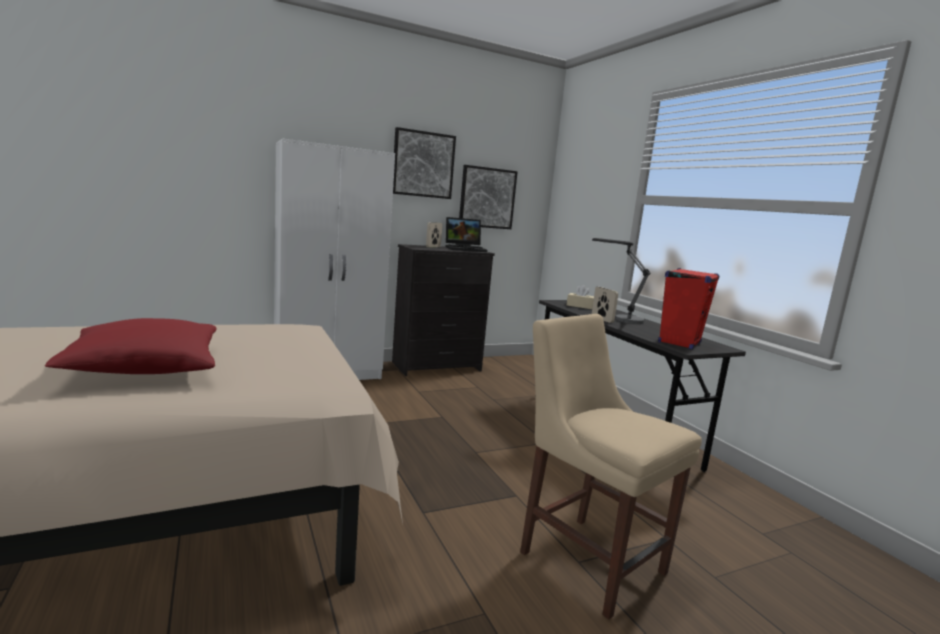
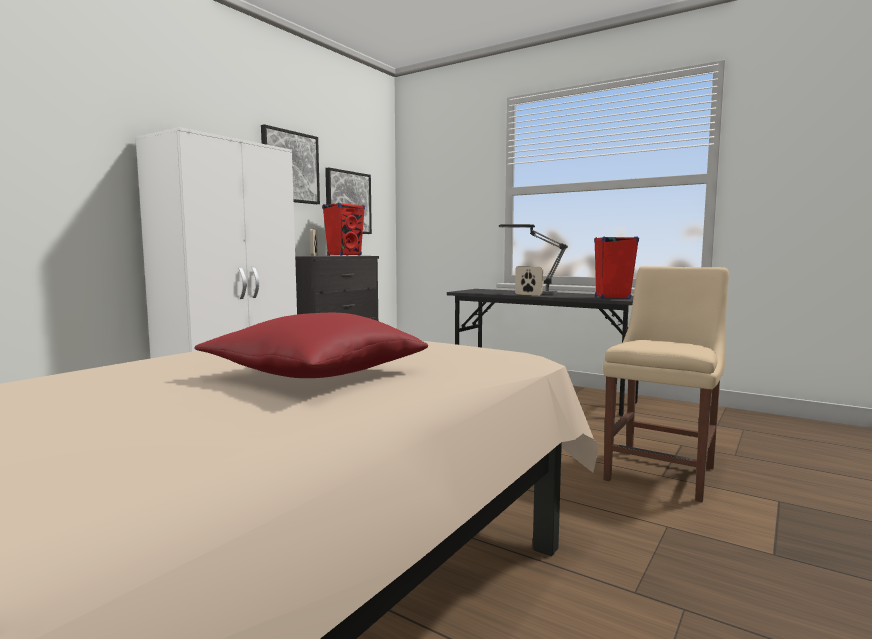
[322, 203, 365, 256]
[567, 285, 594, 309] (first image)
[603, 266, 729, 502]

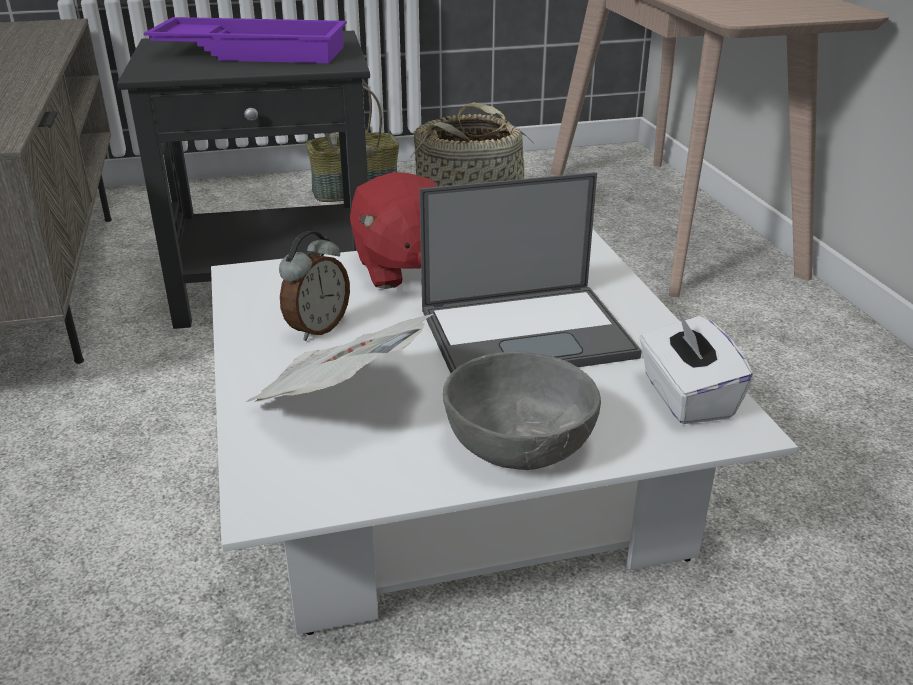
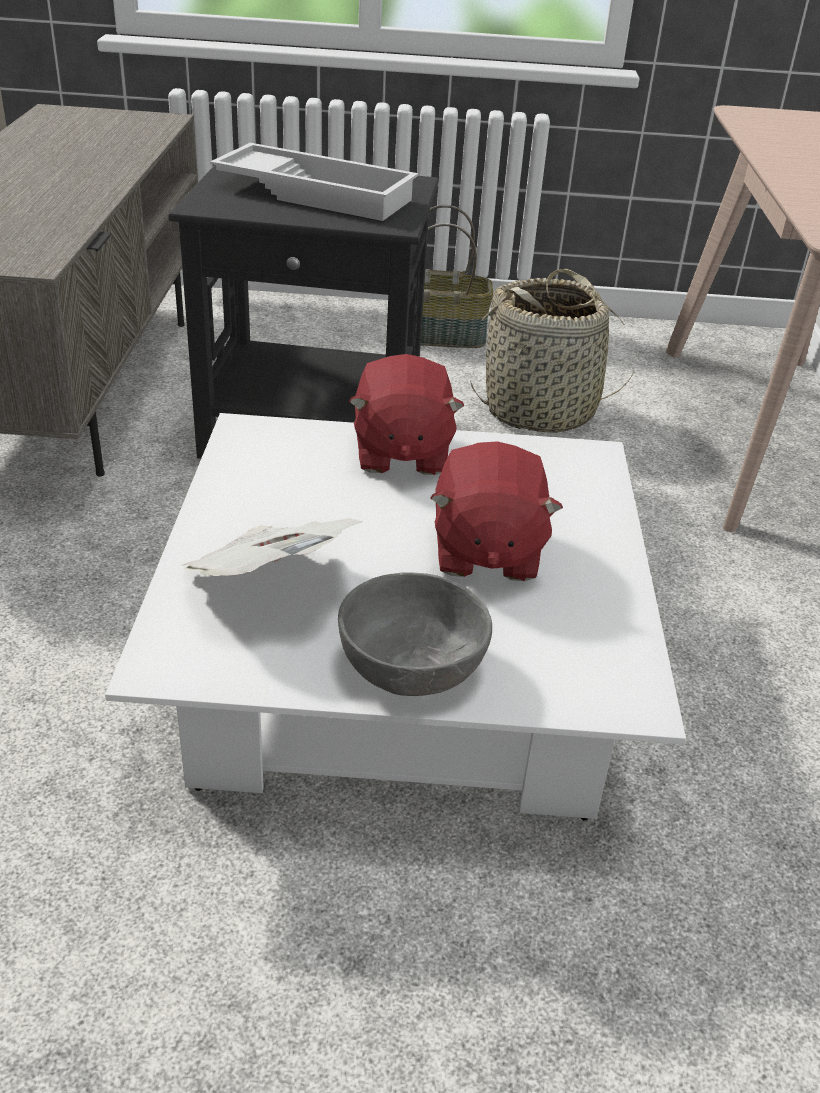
[210, 143, 418, 221]
[430, 441, 563, 581]
[279, 231, 350, 341] (first image)
[639, 310, 753, 424] (first image)

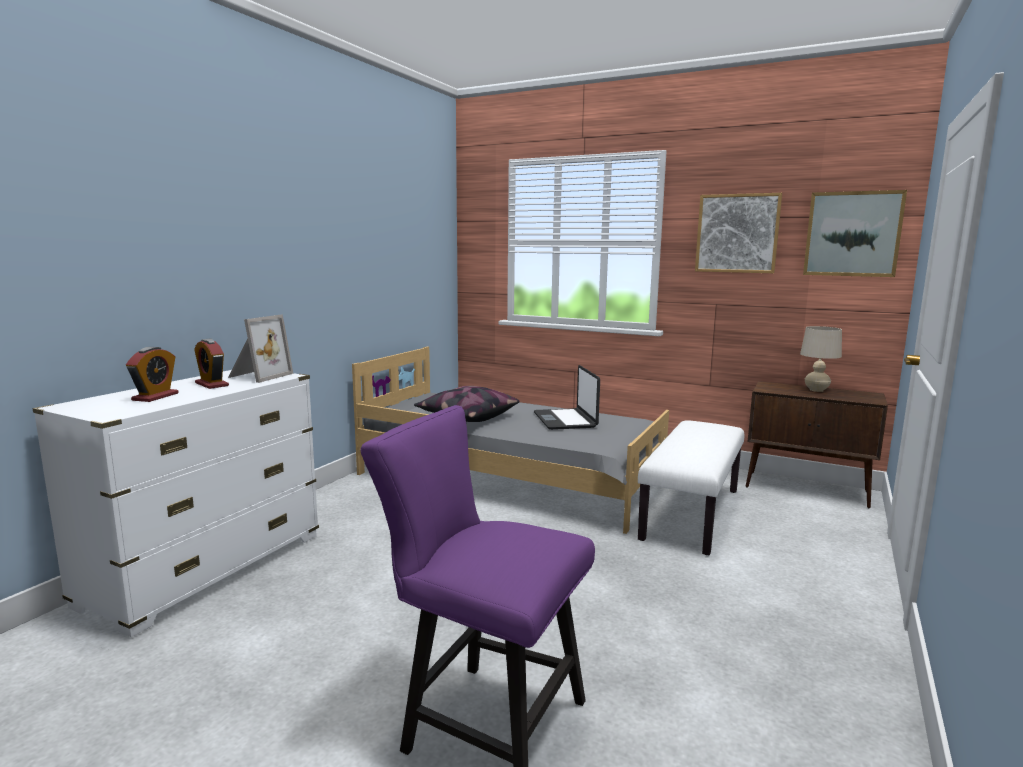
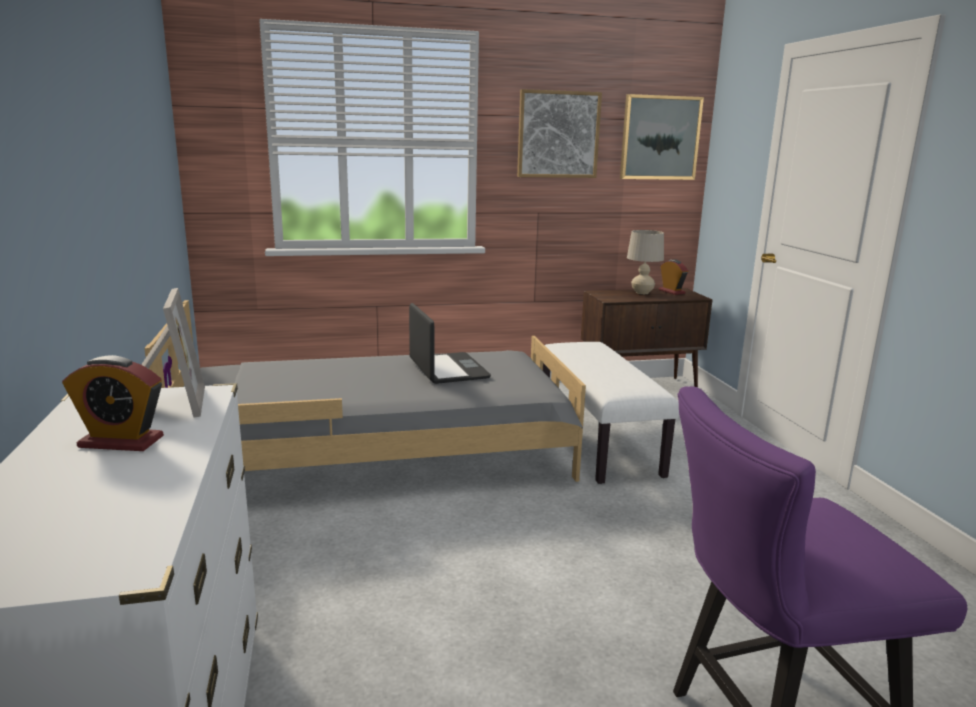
[659, 260, 688, 295]
[409, 303, 491, 384]
[414, 386, 520, 422] (first image)

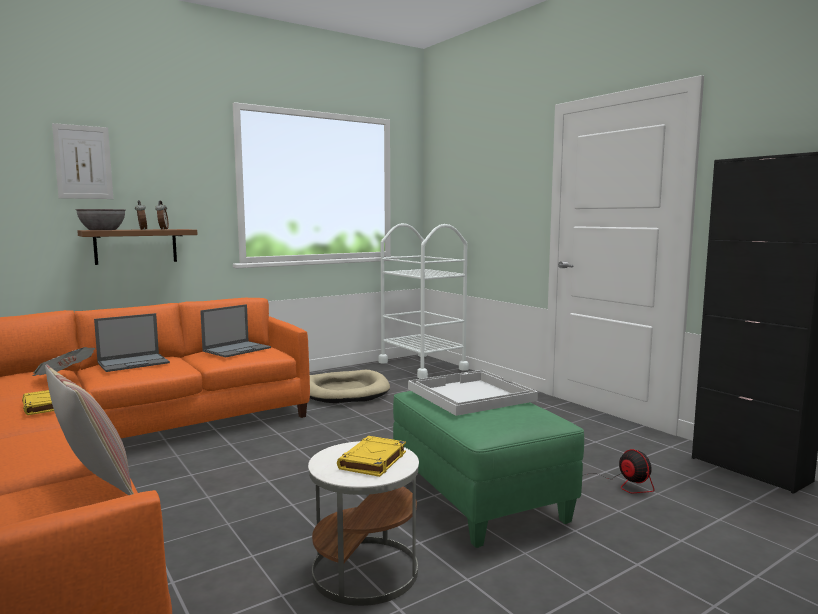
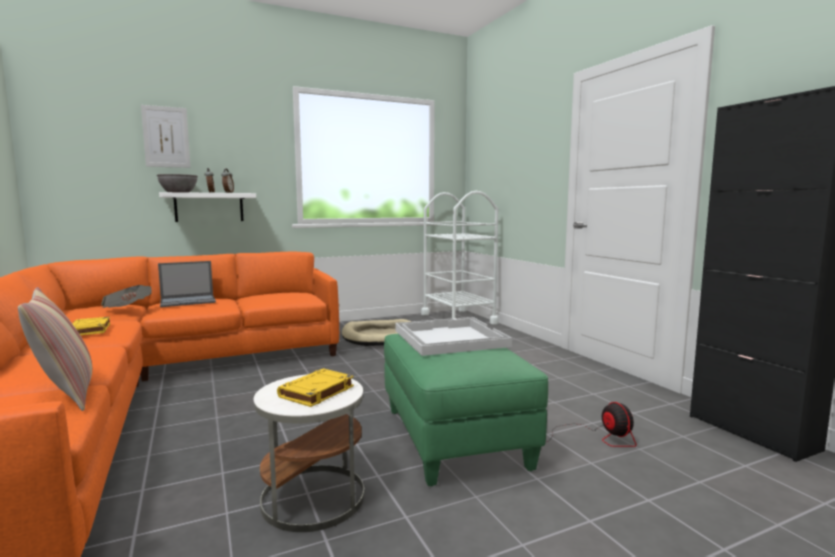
[159, 192, 256, 222]
[200, 304, 271, 357] (first image)

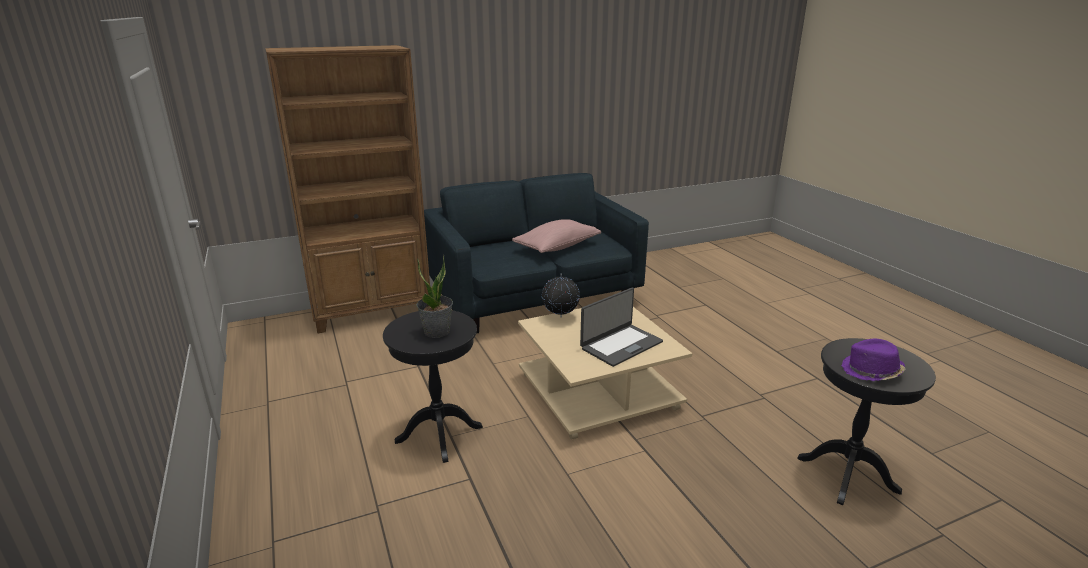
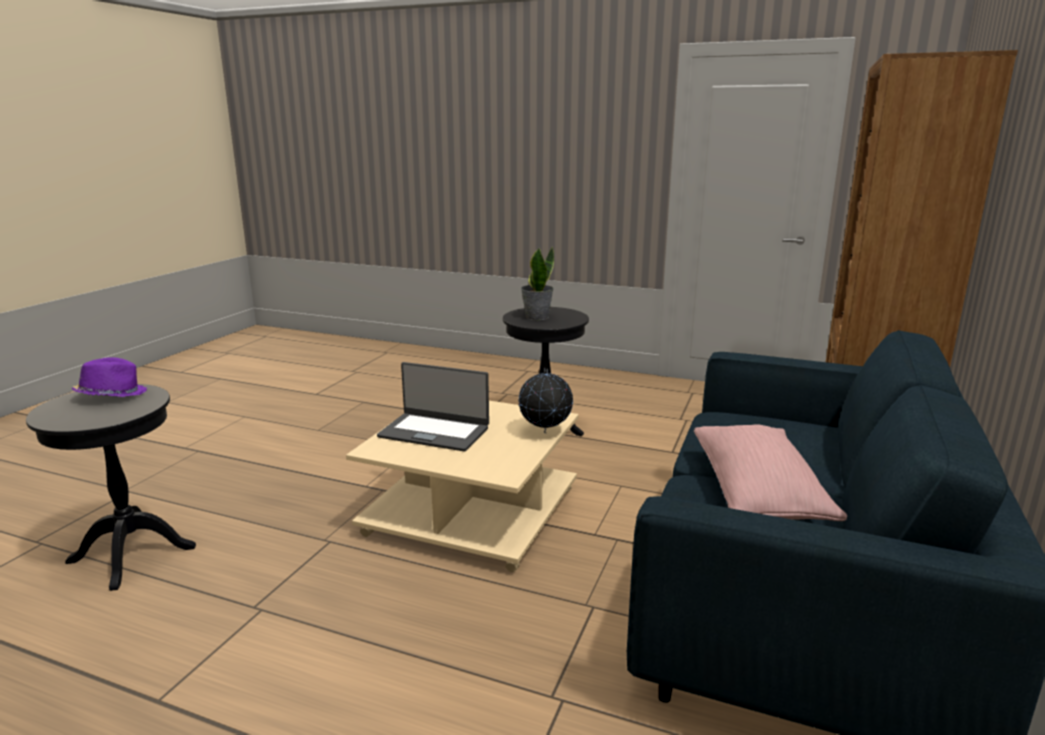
[377, 362, 489, 452]

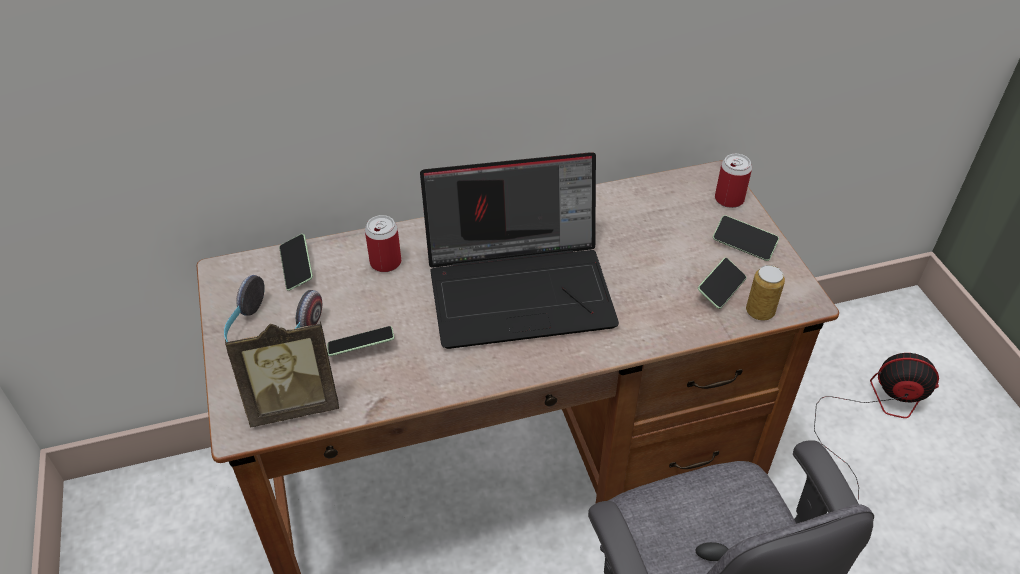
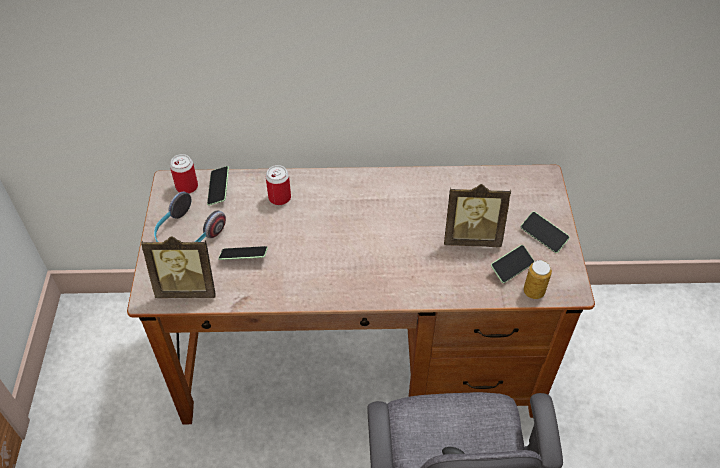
[420, 152, 619, 349] (first image)
[170, 154, 198, 194]
[814, 353, 939, 500] (first image)
[444, 184, 511, 247]

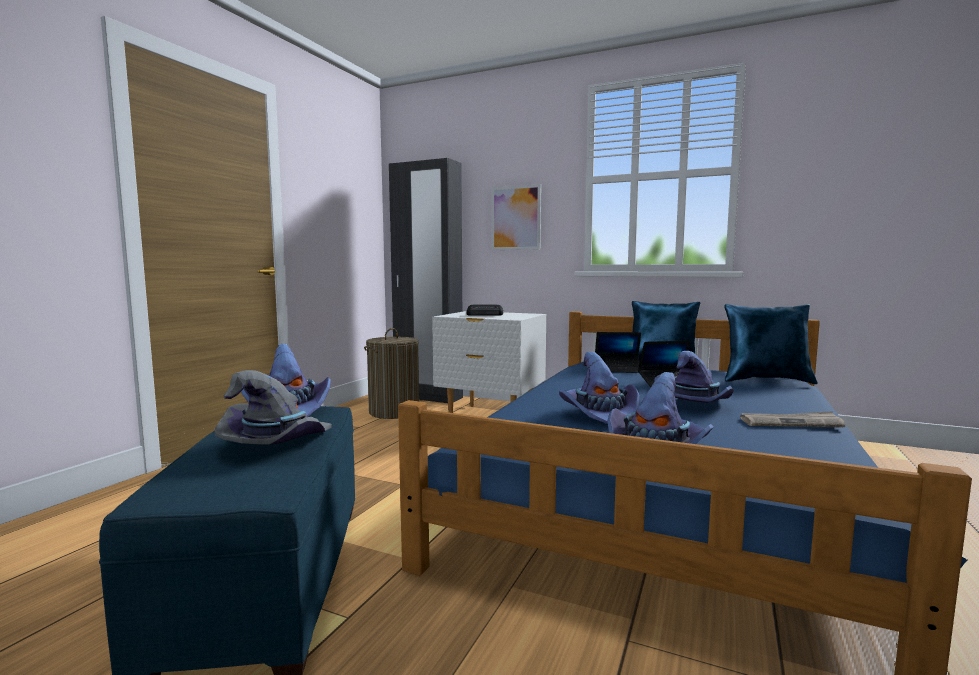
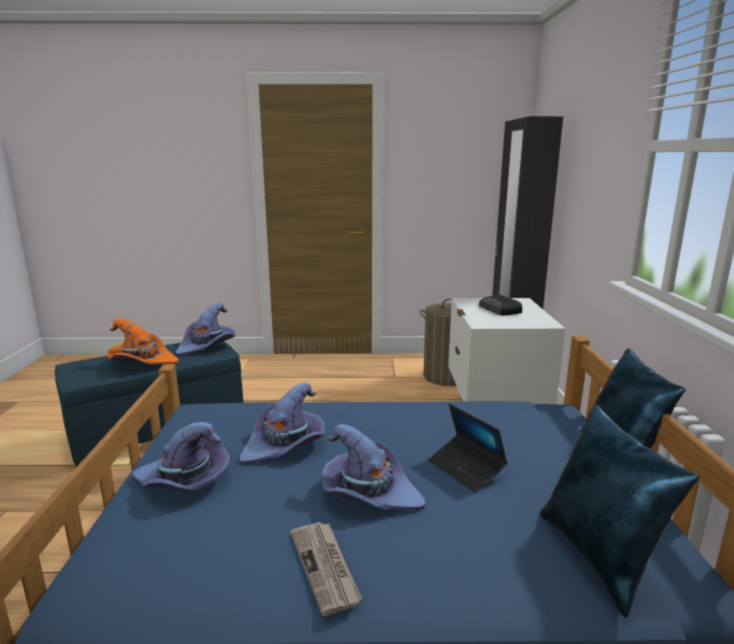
[491, 184, 541, 250] (first image)
[595, 332, 641, 373] (first image)
[107, 318, 179, 364]

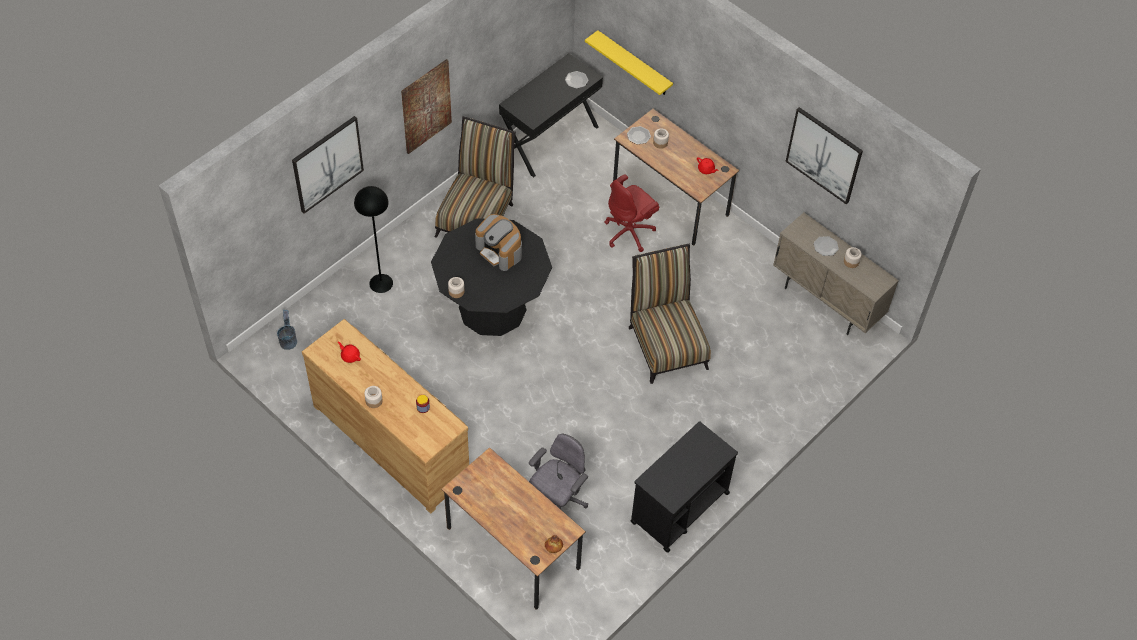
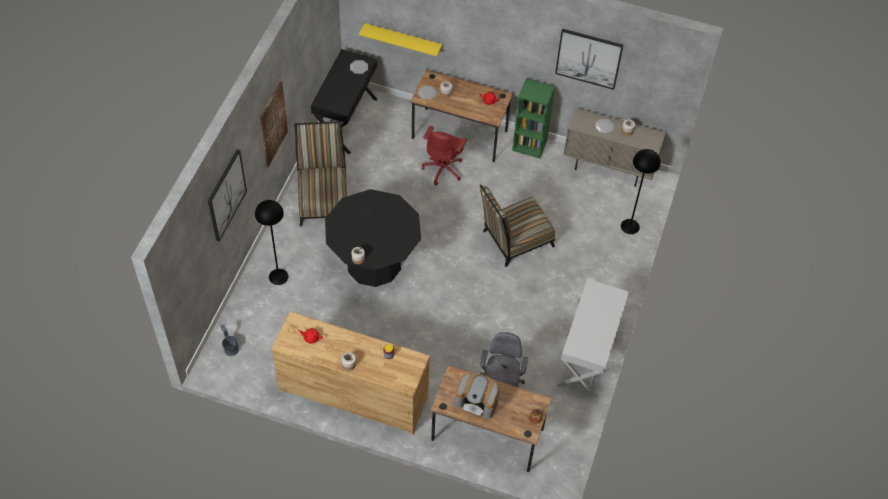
[454, 373, 499, 418]
[480, 185, 555, 267]
[556, 279, 629, 398]
[512, 78, 555, 158]
[621, 149, 661, 234]

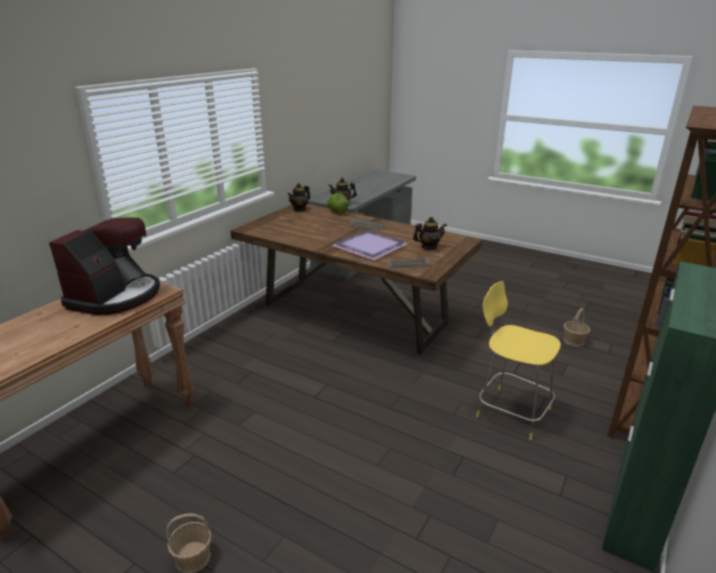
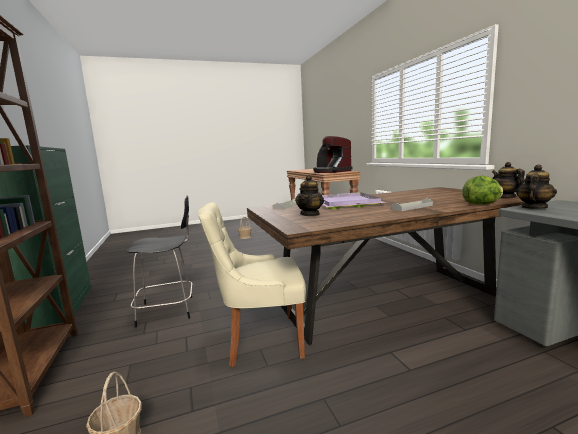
[126, 195, 192, 328]
[198, 202, 306, 367]

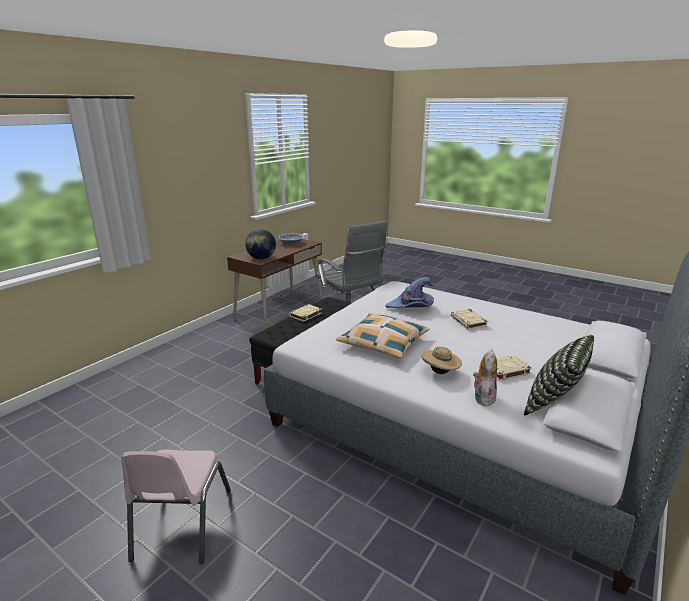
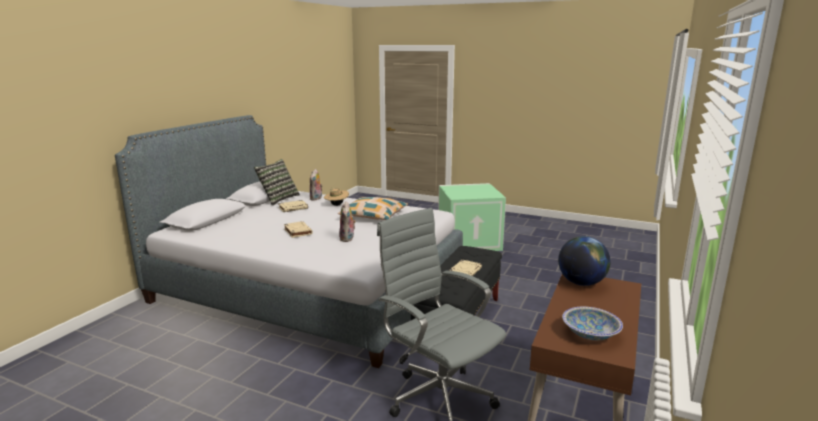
[339, 201, 356, 242]
[438, 183, 506, 251]

